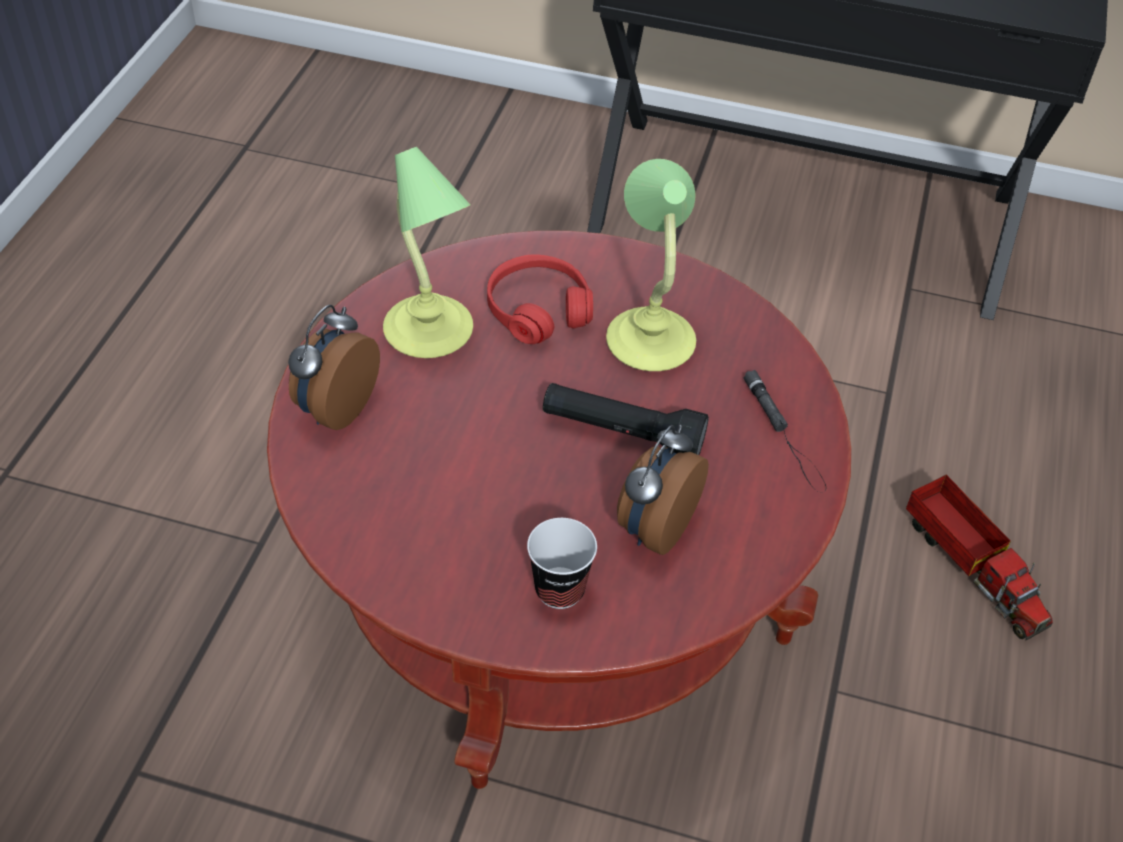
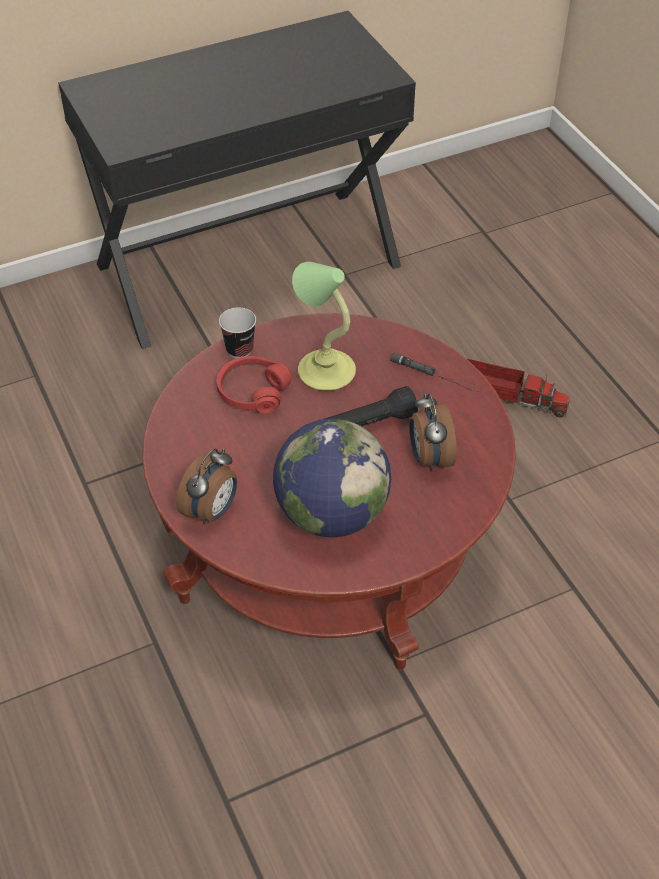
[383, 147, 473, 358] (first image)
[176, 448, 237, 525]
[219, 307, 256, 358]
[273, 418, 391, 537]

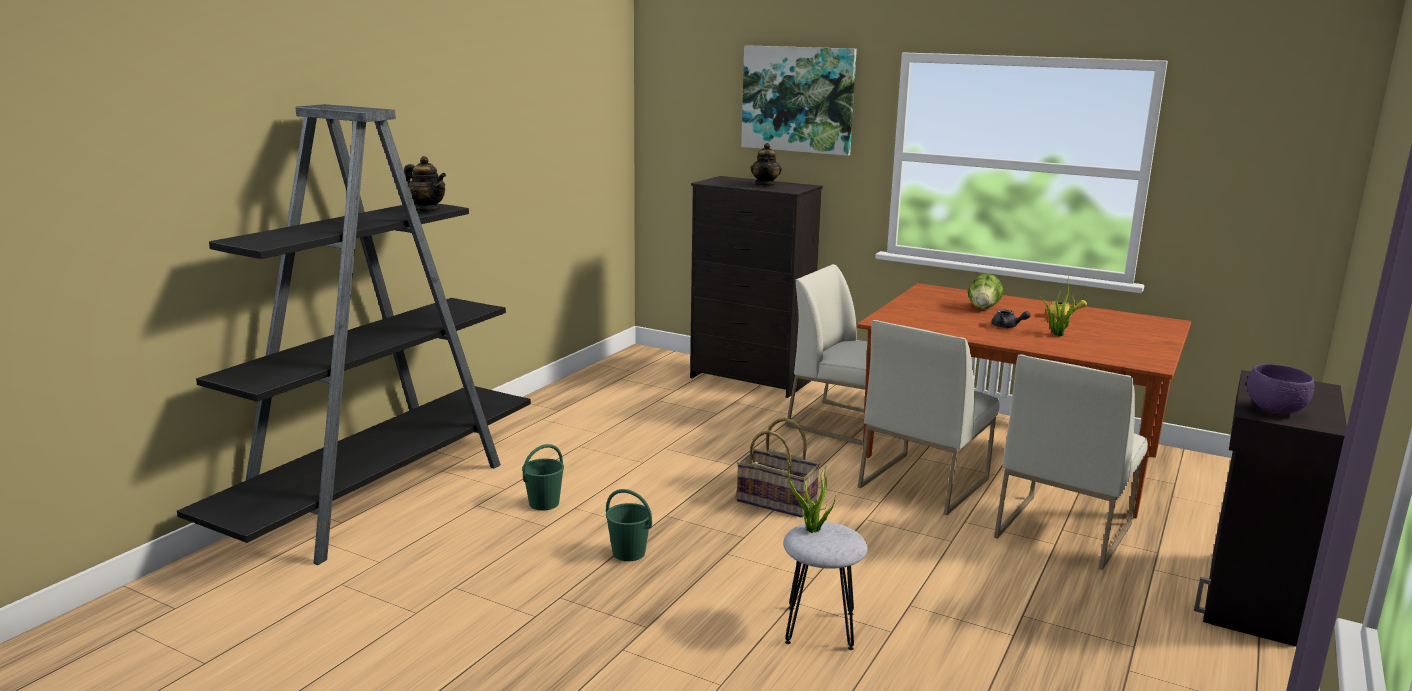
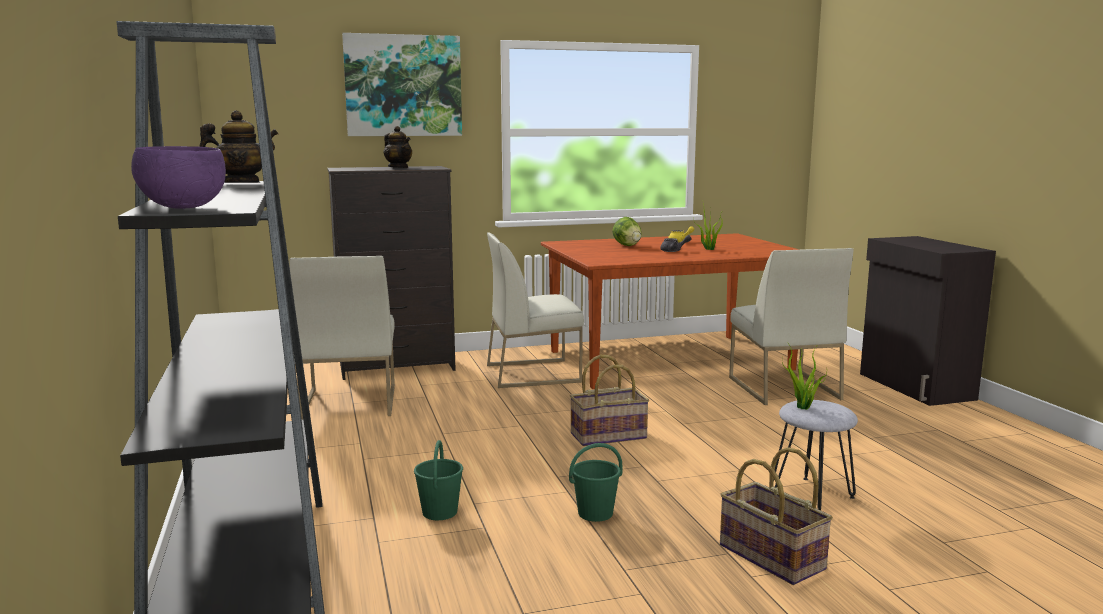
[289, 256, 395, 420]
[131, 146, 226, 209]
[720, 447, 833, 585]

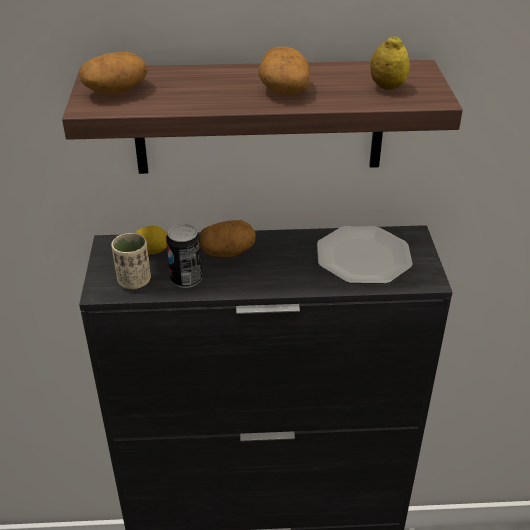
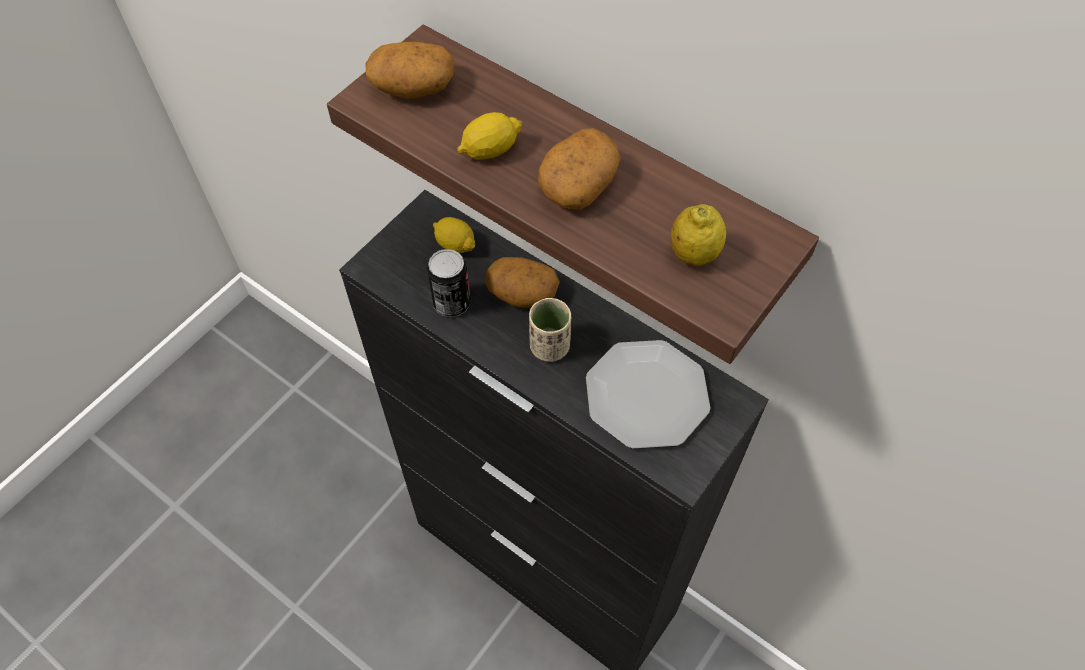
[529, 298, 571, 362]
[457, 112, 522, 160]

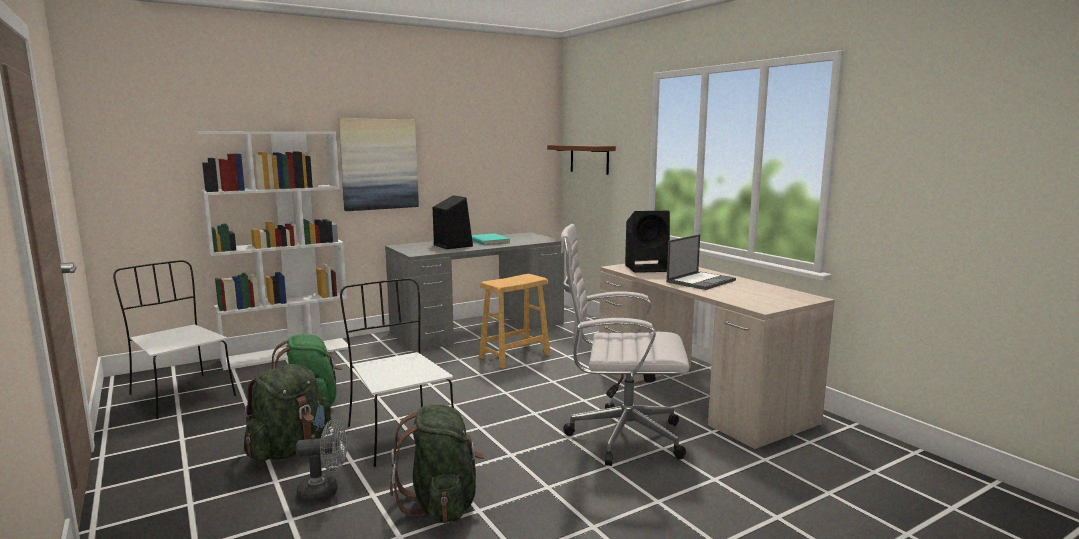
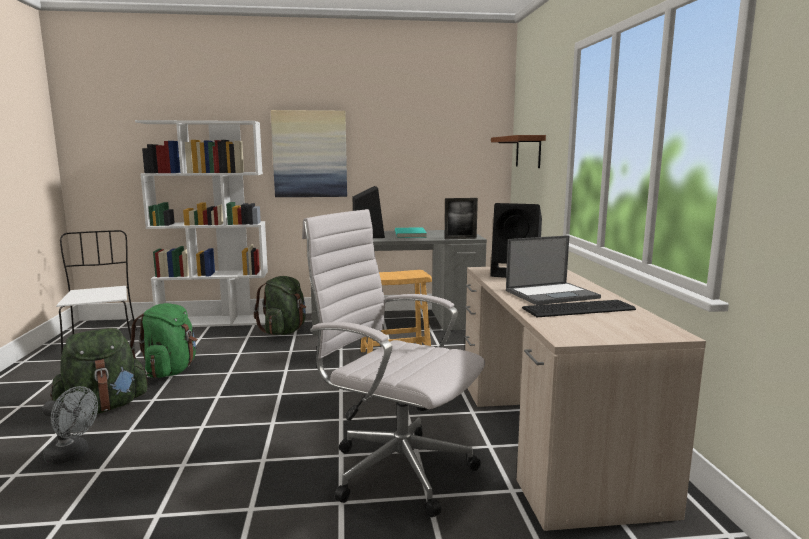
[340, 278, 454, 467] (first image)
[254, 276, 306, 335]
[444, 198, 478, 239]
[522, 300, 636, 317]

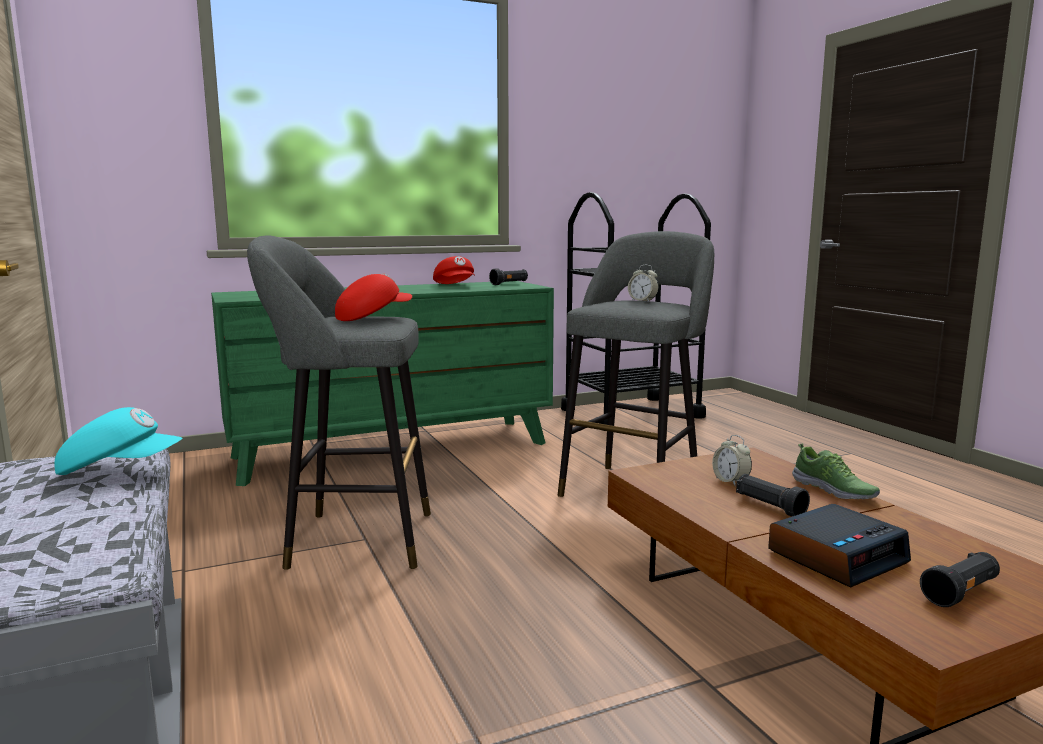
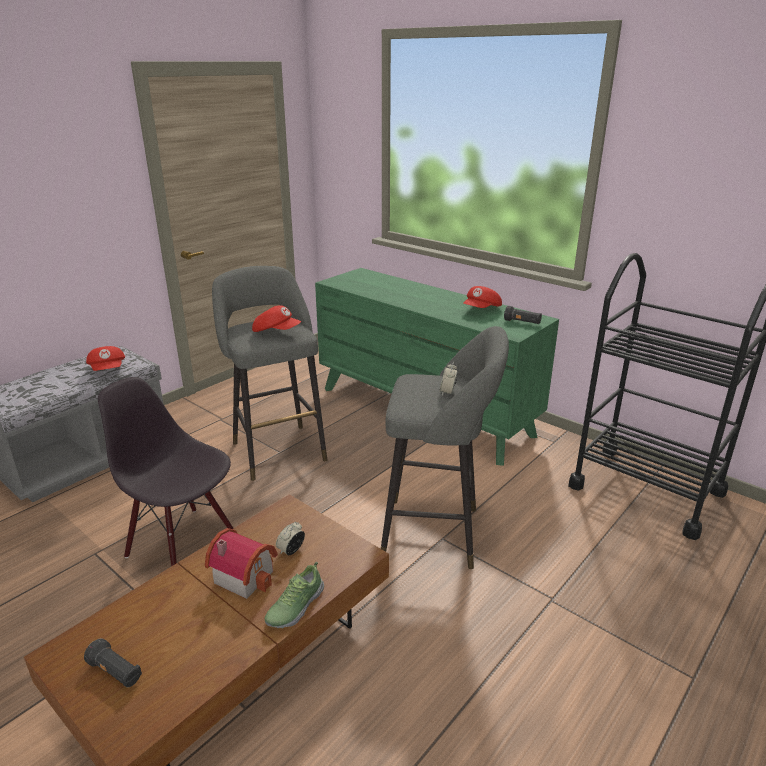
[86, 346, 125, 371]
[205, 528, 278, 599]
[768, 504, 911, 588] (first image)
[98, 377, 233, 566]

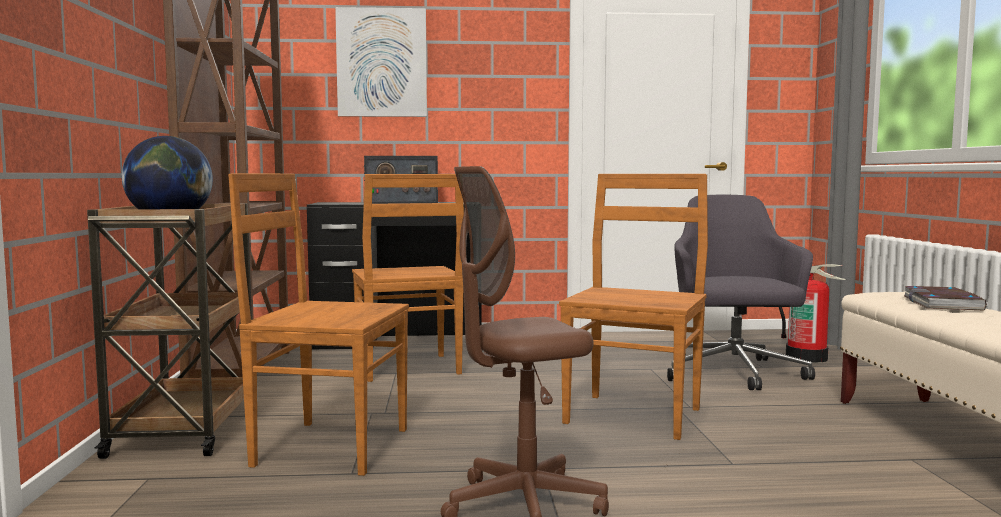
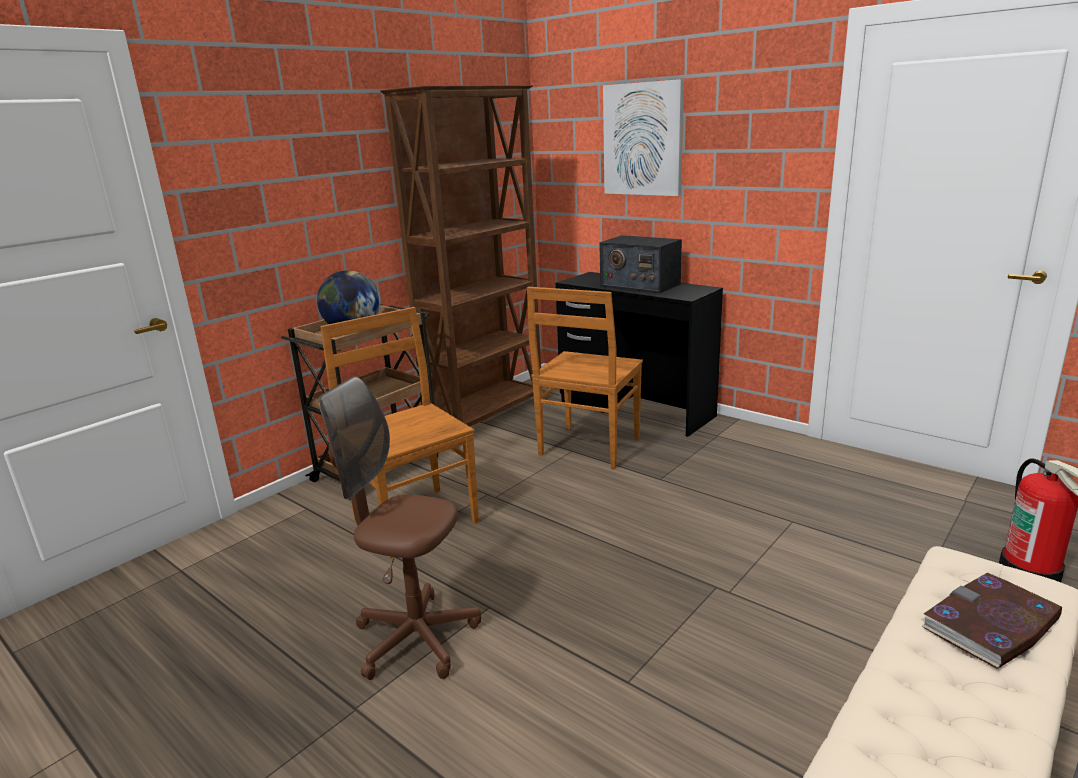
[559, 174, 708, 440] (first image)
[667, 194, 815, 390] (first image)

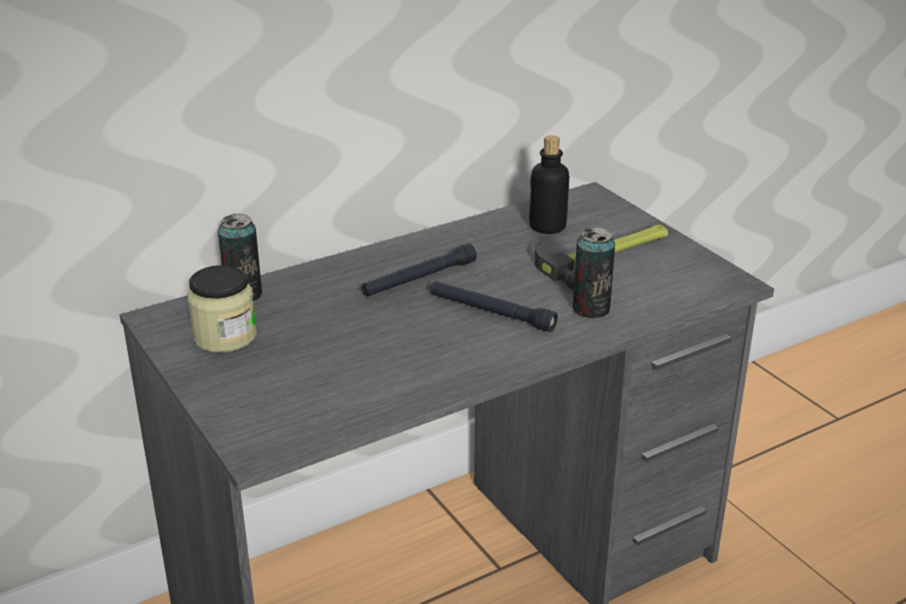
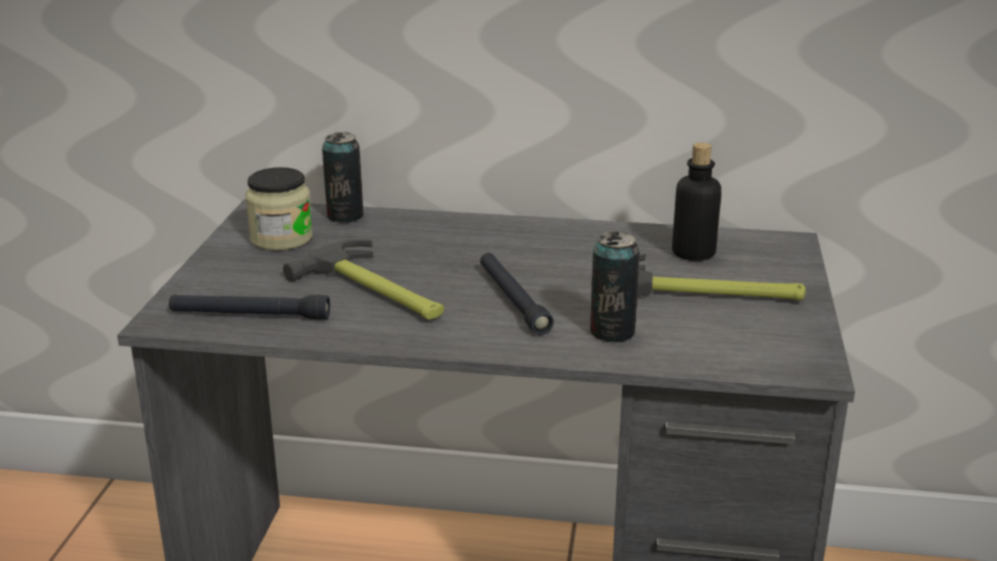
[169, 295, 330, 319]
[283, 240, 444, 320]

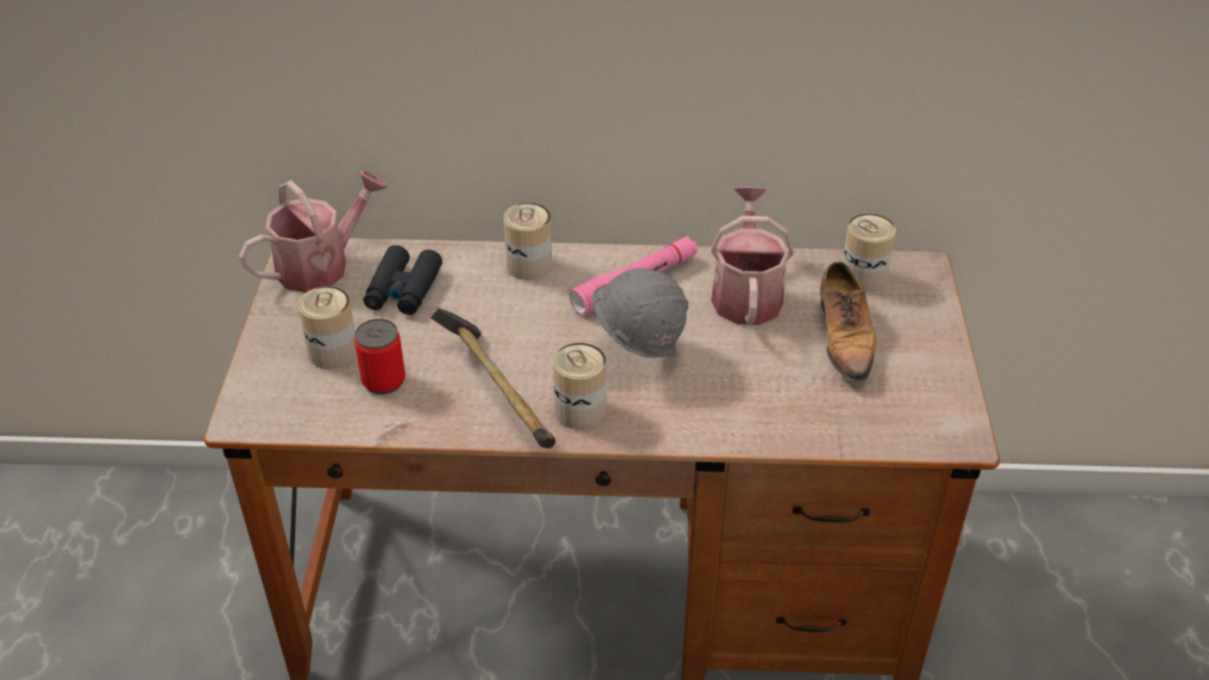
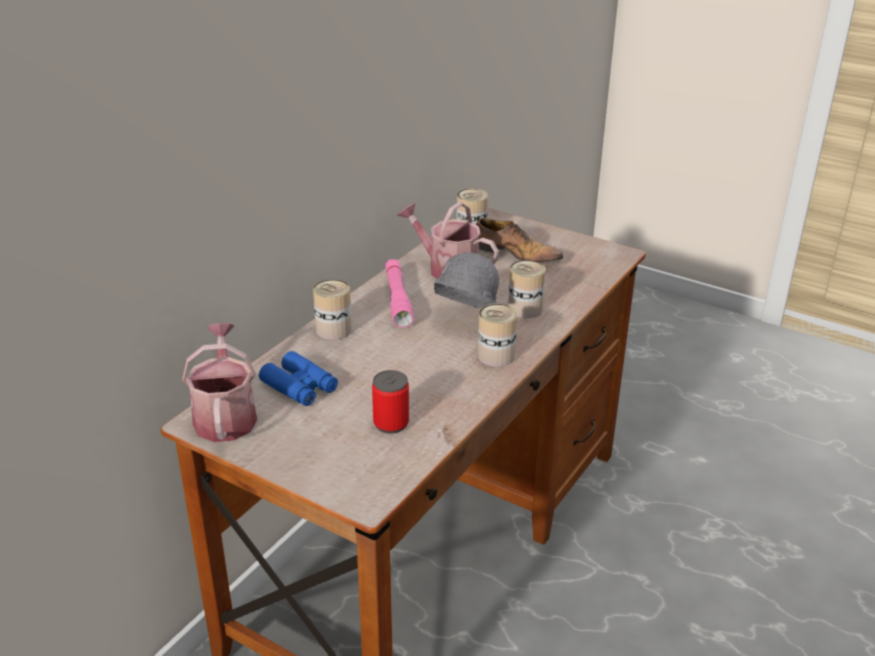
[259, 351, 338, 406]
[508, 260, 546, 318]
[429, 308, 556, 448] (first image)

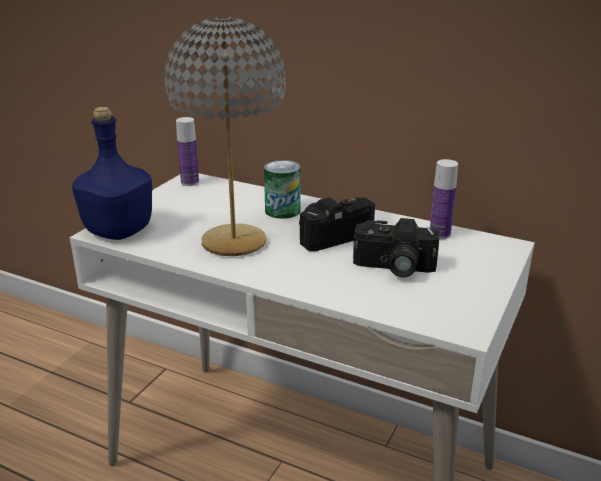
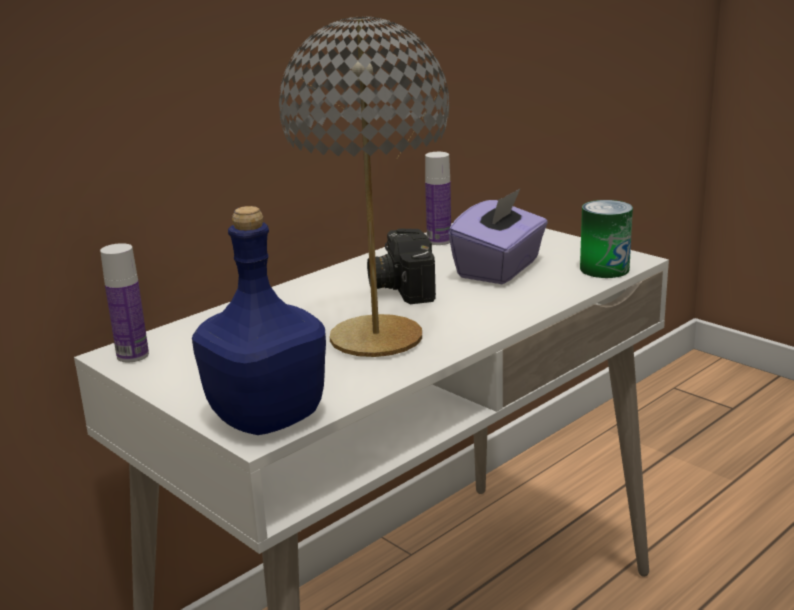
[580, 200, 633, 278]
[448, 188, 548, 284]

